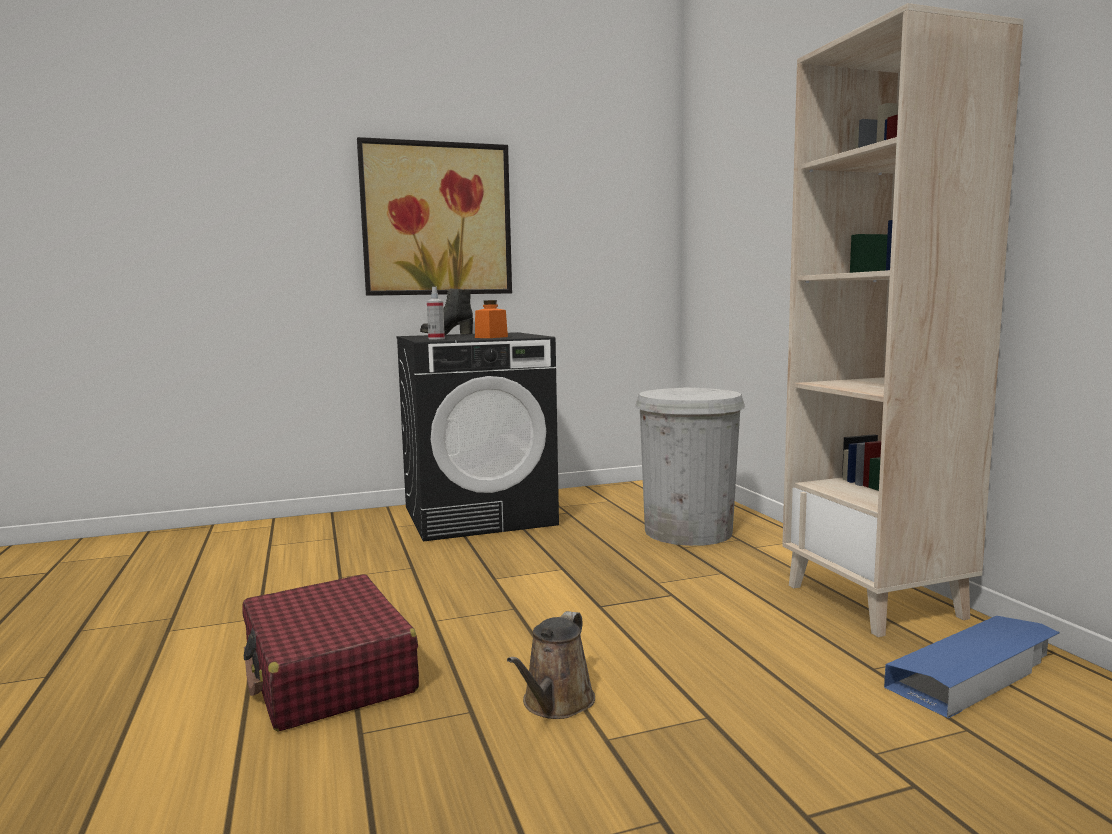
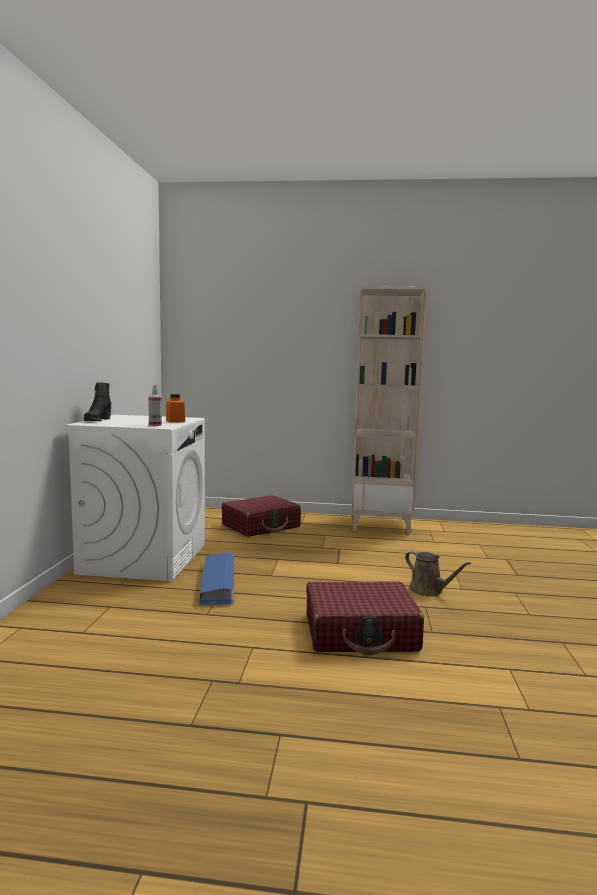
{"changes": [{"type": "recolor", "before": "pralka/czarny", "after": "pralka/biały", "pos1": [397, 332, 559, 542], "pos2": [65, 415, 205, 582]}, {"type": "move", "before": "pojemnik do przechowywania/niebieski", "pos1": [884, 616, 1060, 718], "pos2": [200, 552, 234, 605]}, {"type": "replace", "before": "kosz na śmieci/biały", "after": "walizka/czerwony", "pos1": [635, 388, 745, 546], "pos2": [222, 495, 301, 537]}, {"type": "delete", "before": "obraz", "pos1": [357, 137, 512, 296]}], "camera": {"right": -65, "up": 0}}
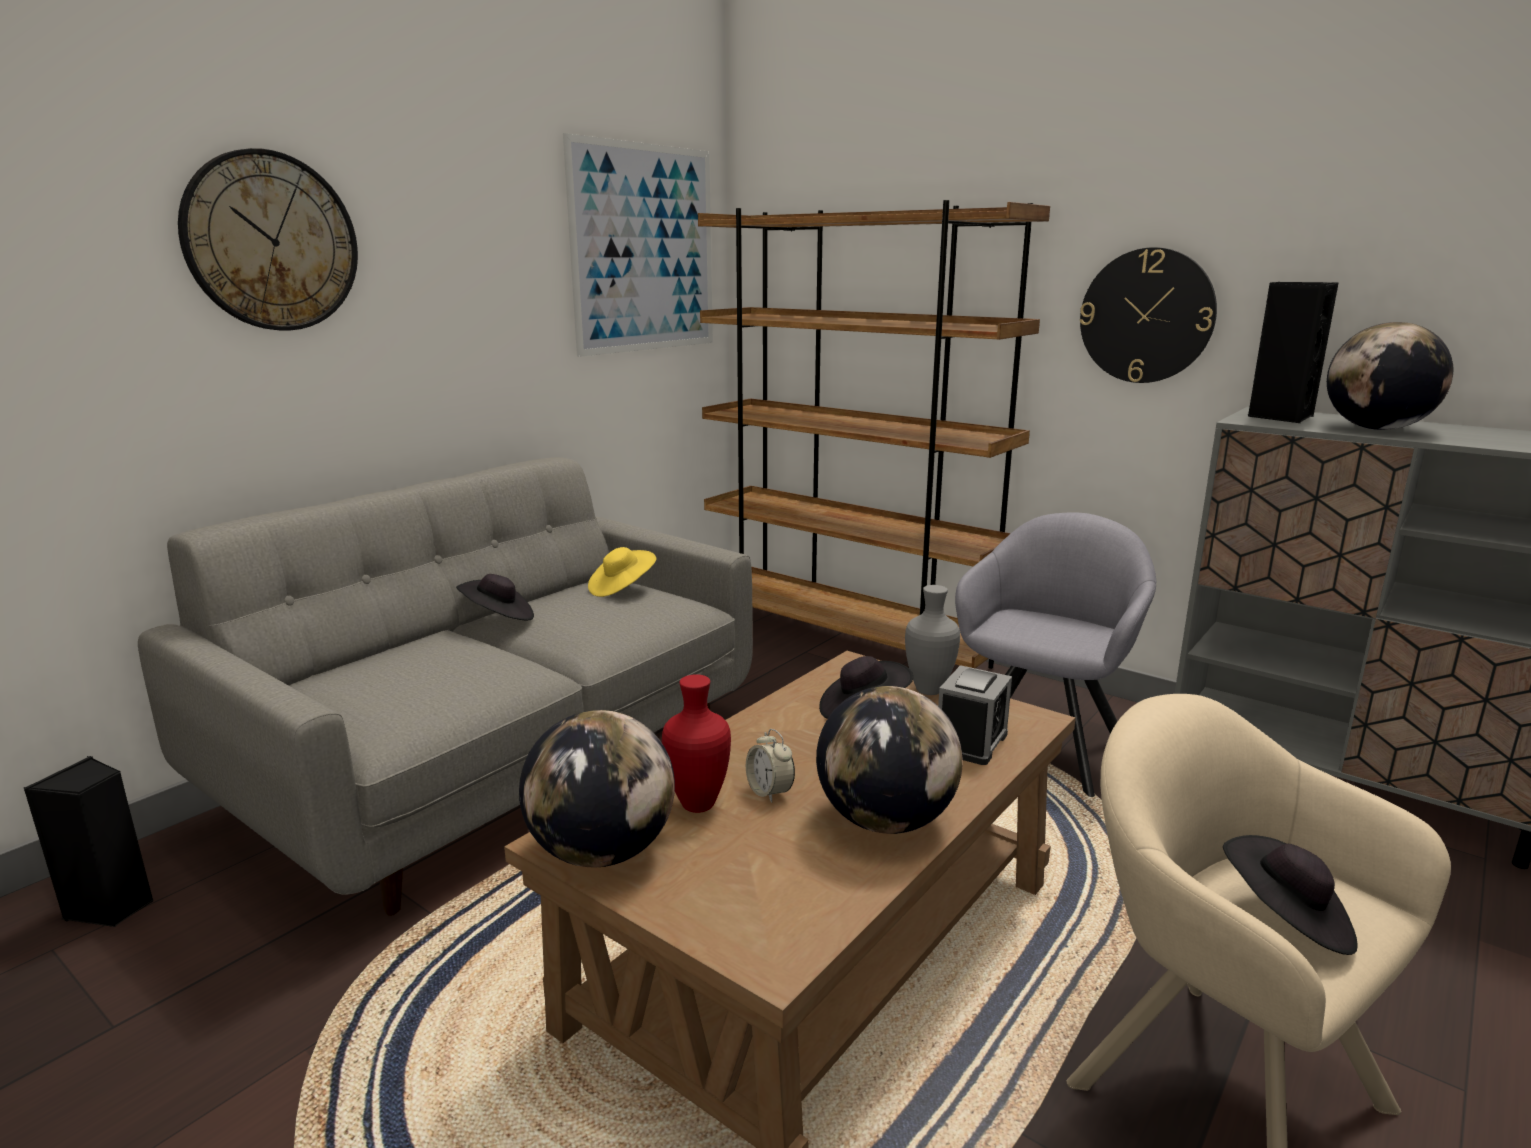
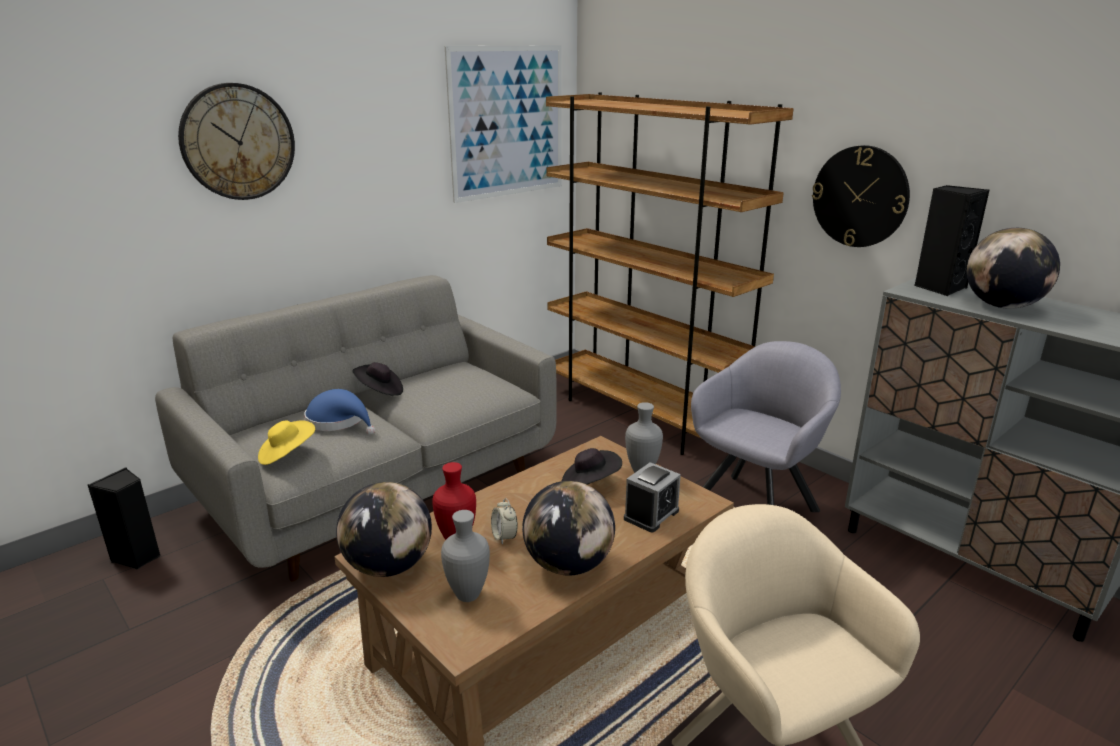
{"changes": [{"type": "move", "before": "kapelusz/żółty", "pos1": [588, 547, 657, 597], "pos2": [258, 420, 315, 465]}, {"type": "insert", "after": "kapelusz/niebieski", "pos2": [304, 389, 375, 434]}, {"type": "insert", "after": "wazon/szary", "pos2": [441, 510, 490, 602]}, {"type": "delete", "before": "kapelusz/czarny", "pos1": [1223, 835, 1357, 955]}], "camera": {"right": 10, "up": 5}}
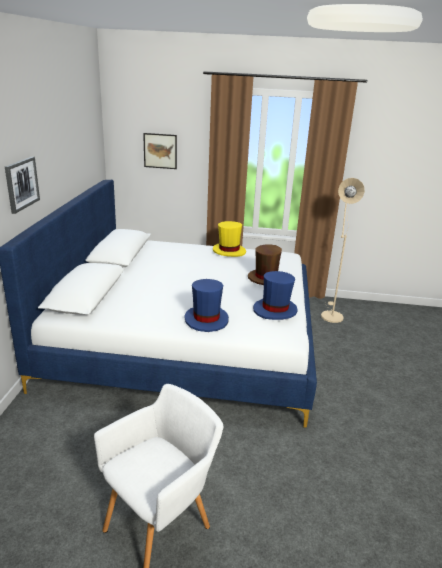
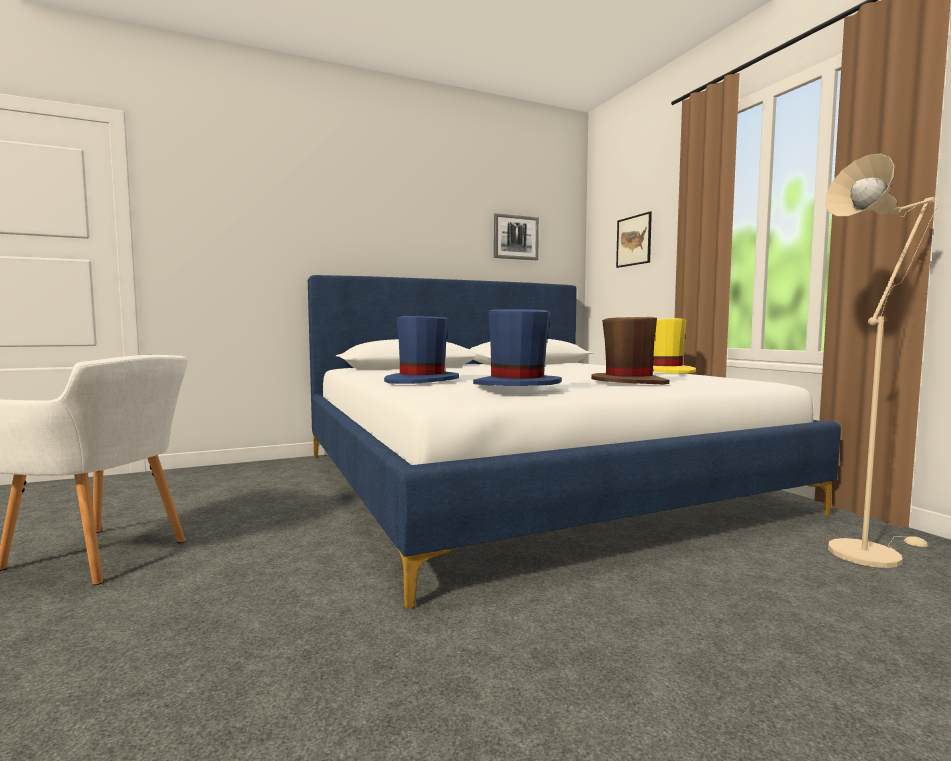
{"changes": [{"type": "move", "before": "obraz", "pos1": [5, 157, 40, 214], "pos2": [494, 213, 539, 260]}], "camera": {"right": 60, "up": -20}}
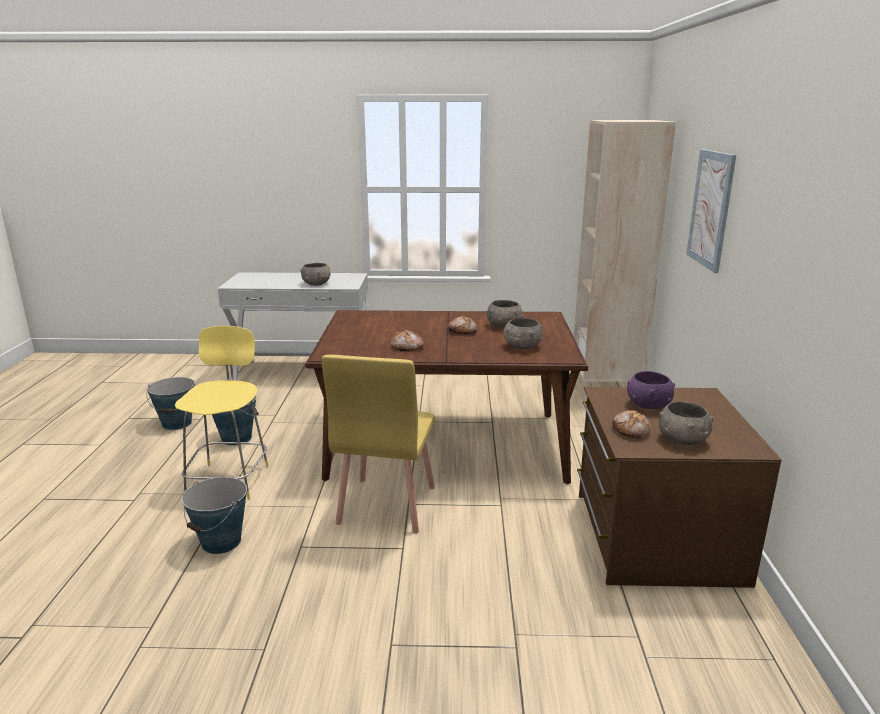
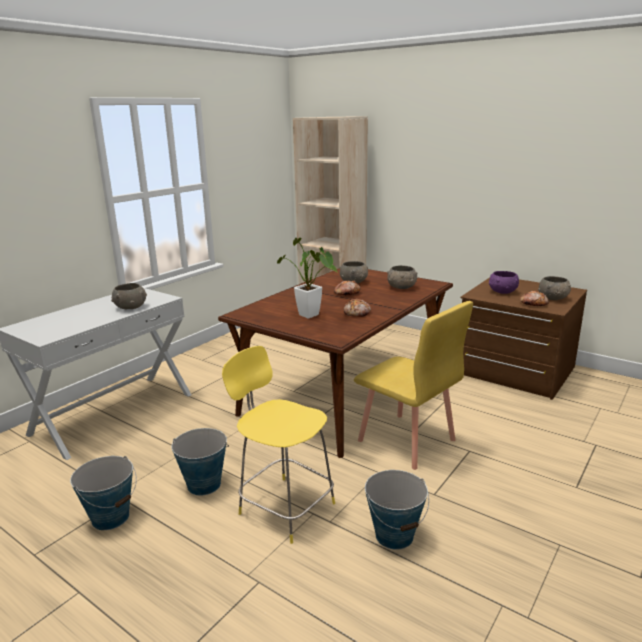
{"changes": [{"type": "insert", "after": "roślina doniczkowa", "pos2": [277, 238, 338, 318]}, {"type": "delete", "before": "obraz", "pos1": [686, 149, 736, 273]}], "camera": {"right": -55, "up": 0}}
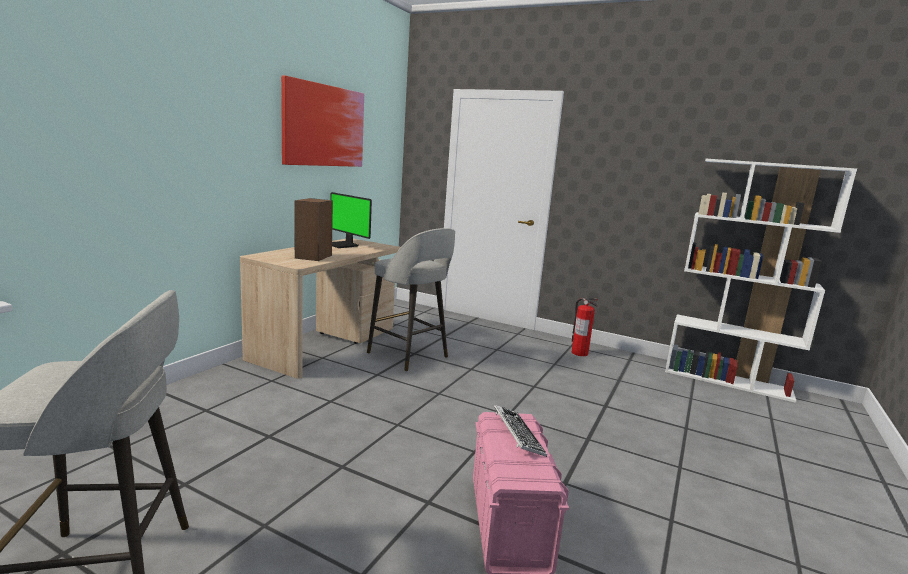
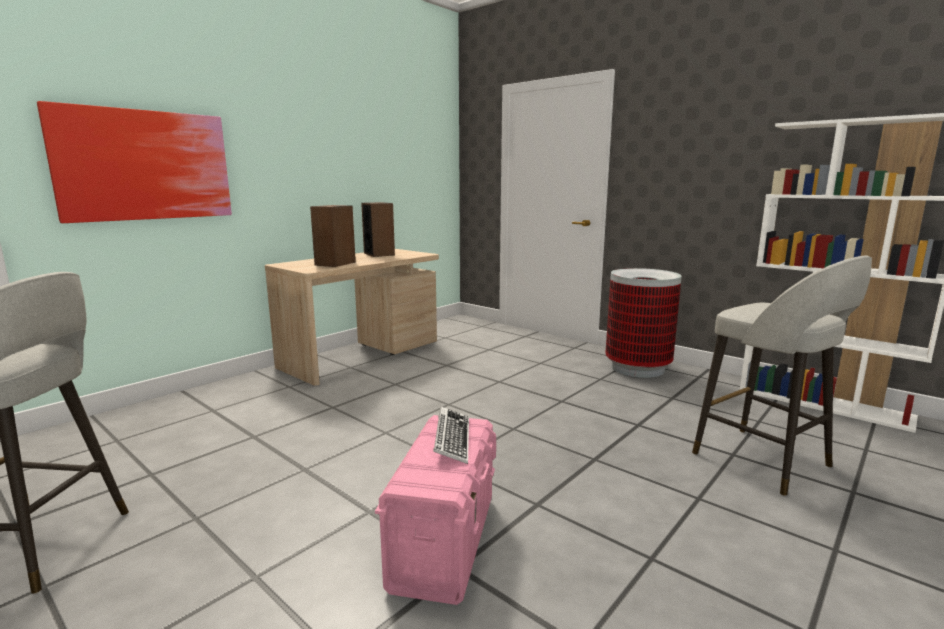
{"changes": [{"type": "move", "before": "obraz", "pos1": [281, 76, 364, 167], "pos2": [37, 101, 232, 223]}, {"type": "replace", "before": "monitor", "after": "głośnik", "pos1": [331, 192, 372, 248], "pos2": [361, 202, 395, 257]}, {"type": "replace", "before": "gaśnica", "after": "kosz na śmieci", "pos1": [572, 298, 598, 356], "pos2": [605, 268, 682, 378]}, {"type": "move", "before": "stołek/szary", "pos1": [367, 228, 455, 372], "pos2": [692, 255, 872, 496]}], "camera": {"right": 15, "up": 0}}
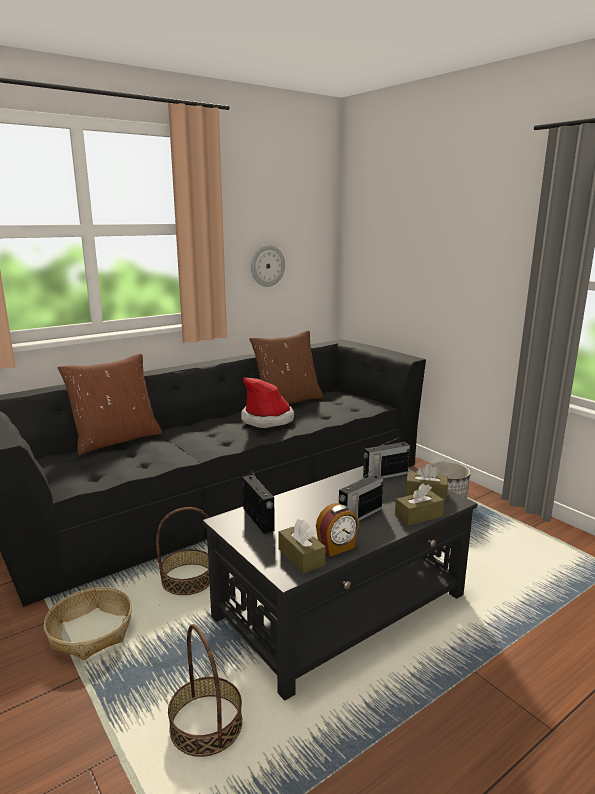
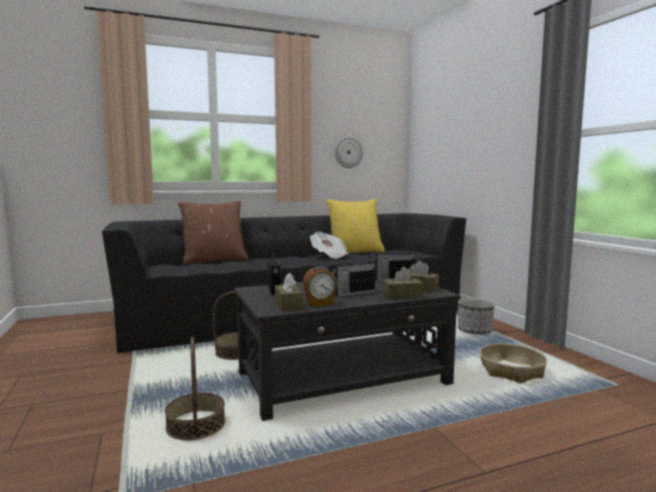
{"changes": [{"type": "replace", "before": "kapelusz", "after": "gazeta", "pos1": [241, 377, 294, 428], "pos2": [310, 232, 349, 259]}, {"type": "recolor", "before": "poduszka/brązowy", "after": "poduszka/żółty", "pos1": [249, 330, 323, 404], "pos2": [326, 199, 385, 253]}, {"type": "move", "before": "koszyk", "pos1": [44, 587, 132, 660], "pos2": [480, 344, 547, 383]}], "camera": {"right": 15, "up": -10}}
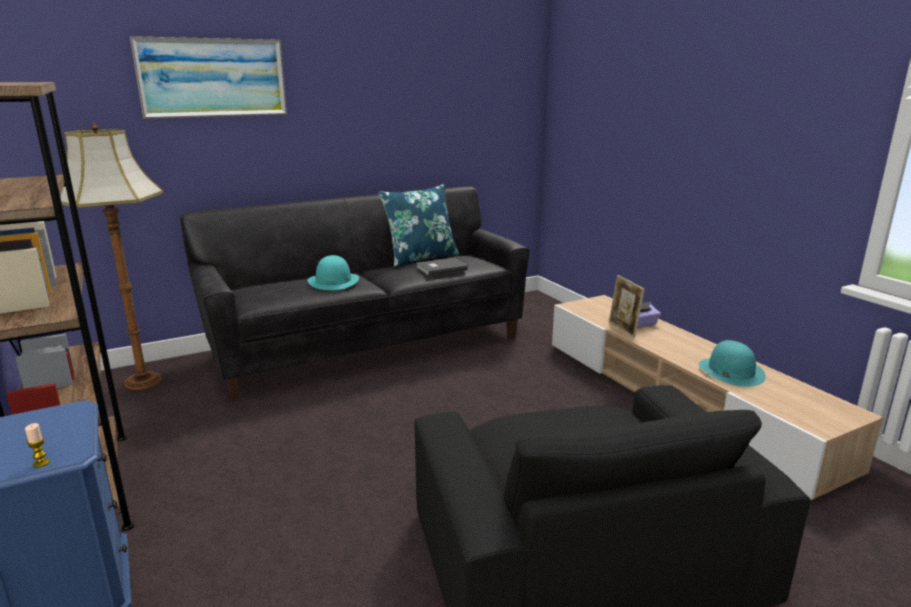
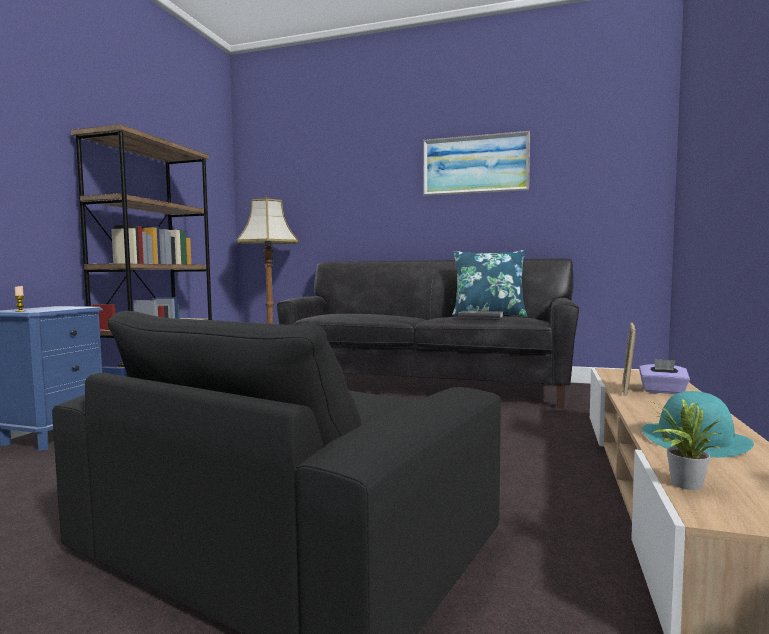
{"changes": [{"type": "move", "before": "obraz", "pos1": [130, 36, 287, 119], "pos2": [423, 131, 530, 196]}, {"type": "insert", "after": "roślina doniczkowa", "pos2": [649, 399, 727, 490]}, {"type": "delete", "before": "kapelusz/turkusowy", "pos1": [307, 255, 359, 290]}], "camera": {"right": 45, "up": -15}}
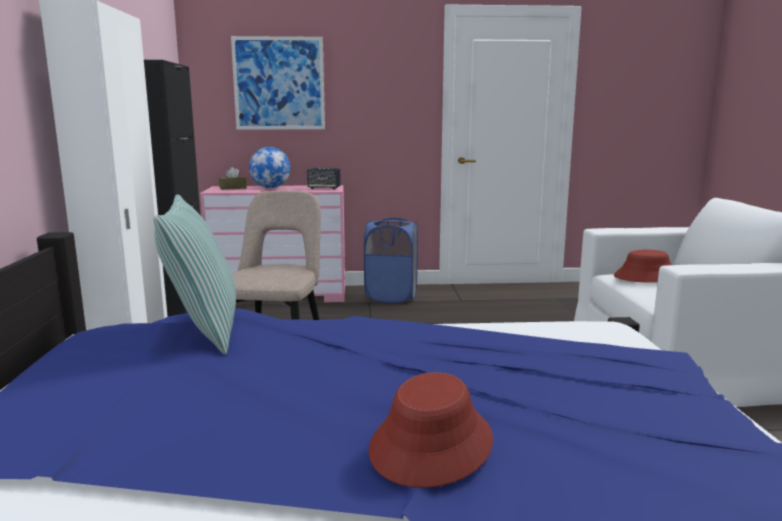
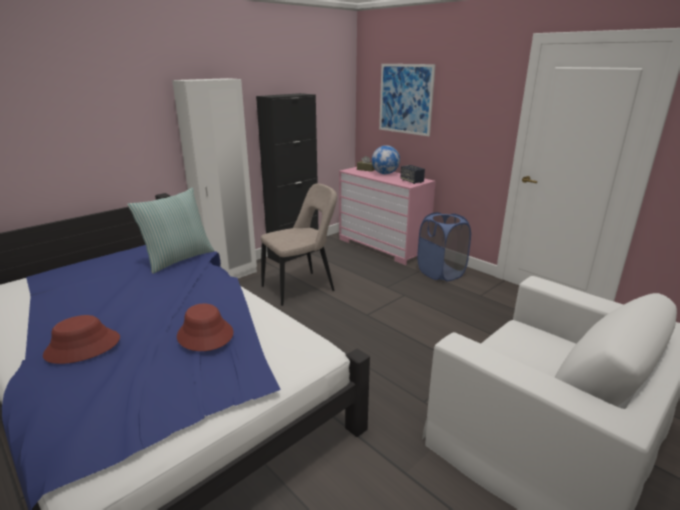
{"changes": [{"type": "move", "before": "kapelusz/czerwony", "pos1": [614, 250, 672, 283], "pos2": [177, 304, 233, 351]}], "camera": {"right": 50, "up": 10}}
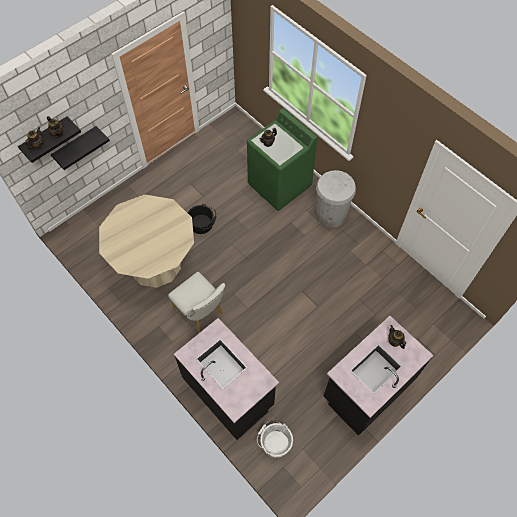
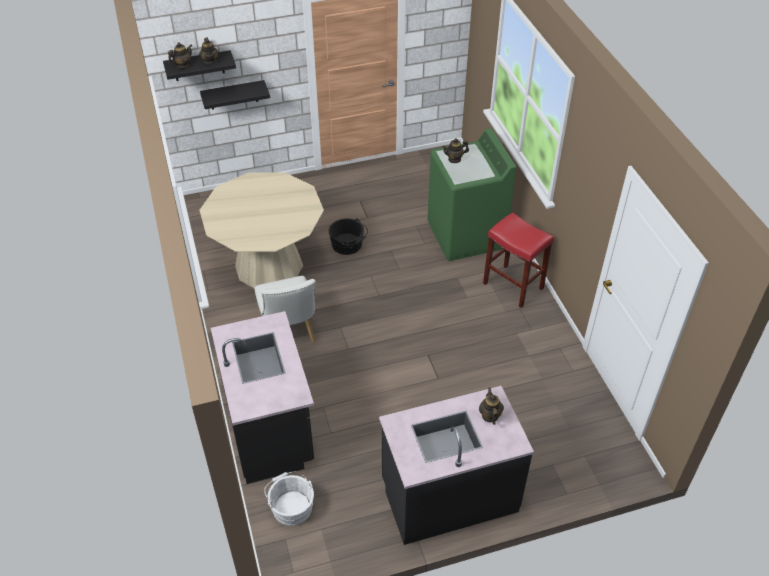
{"changes": [{"type": "replace", "before": "kosz na śmieci/biały", "after": "stołek/czerwony", "pos1": [316, 170, 356, 228], "pos2": [483, 212, 554, 308]}], "camera": {"right": 25, "up": -15}}
